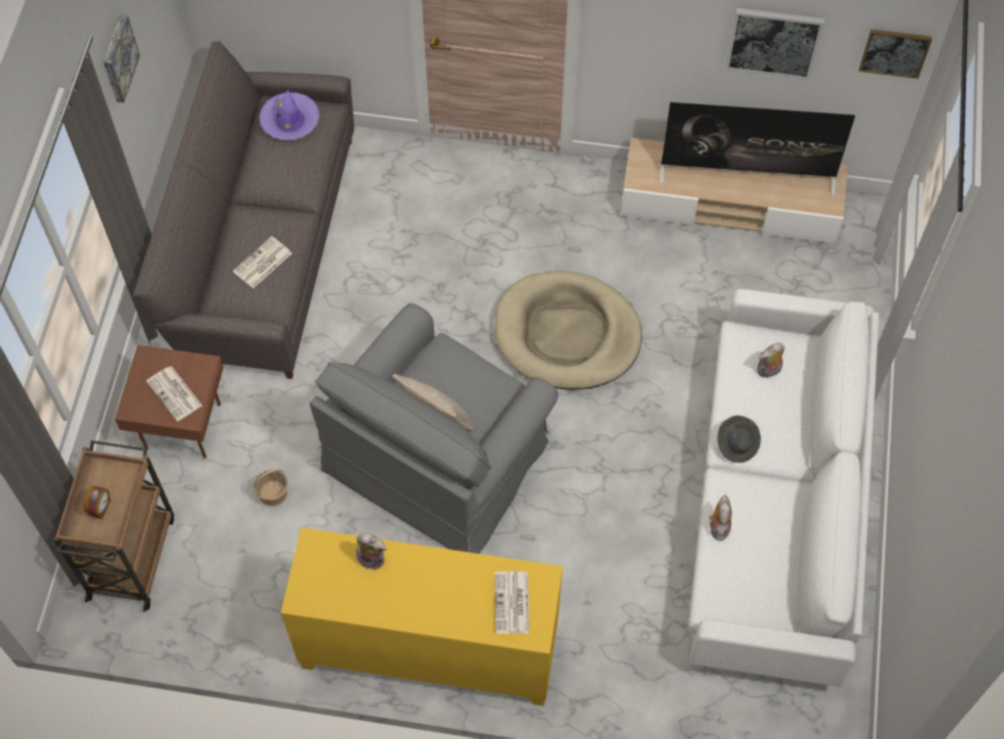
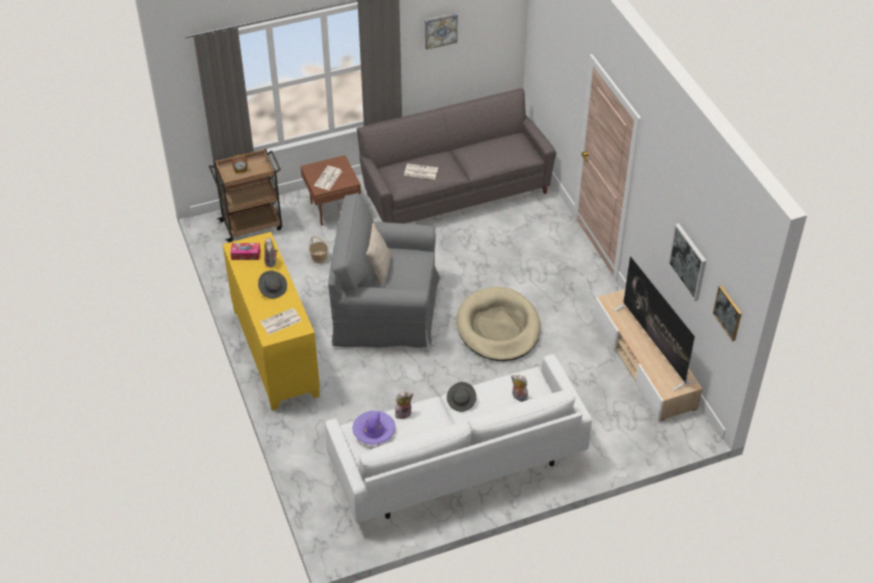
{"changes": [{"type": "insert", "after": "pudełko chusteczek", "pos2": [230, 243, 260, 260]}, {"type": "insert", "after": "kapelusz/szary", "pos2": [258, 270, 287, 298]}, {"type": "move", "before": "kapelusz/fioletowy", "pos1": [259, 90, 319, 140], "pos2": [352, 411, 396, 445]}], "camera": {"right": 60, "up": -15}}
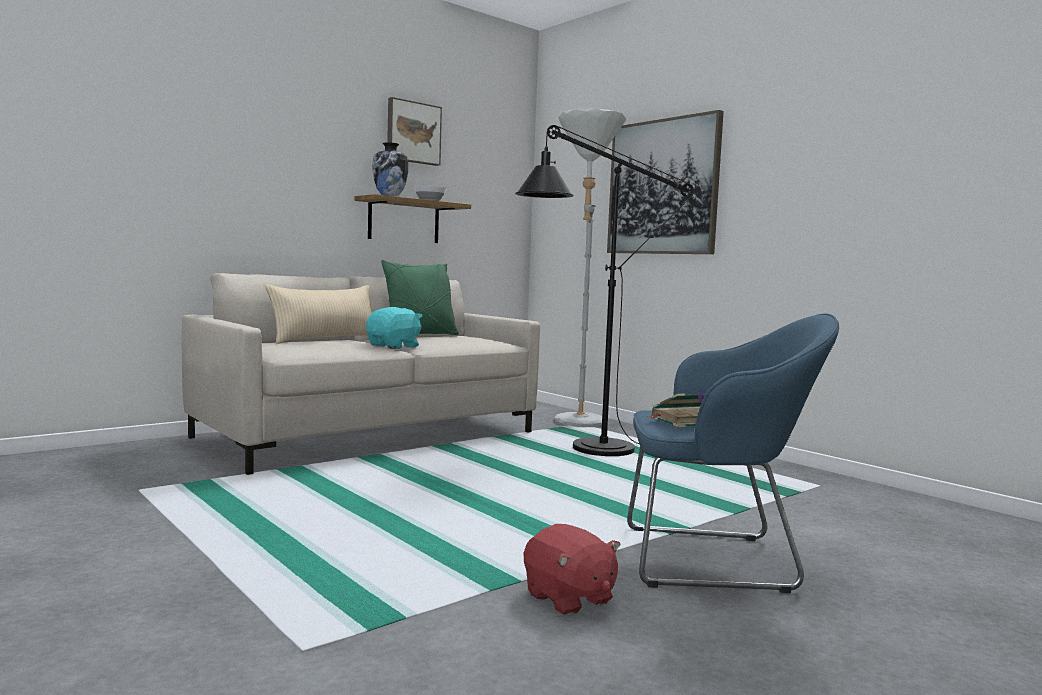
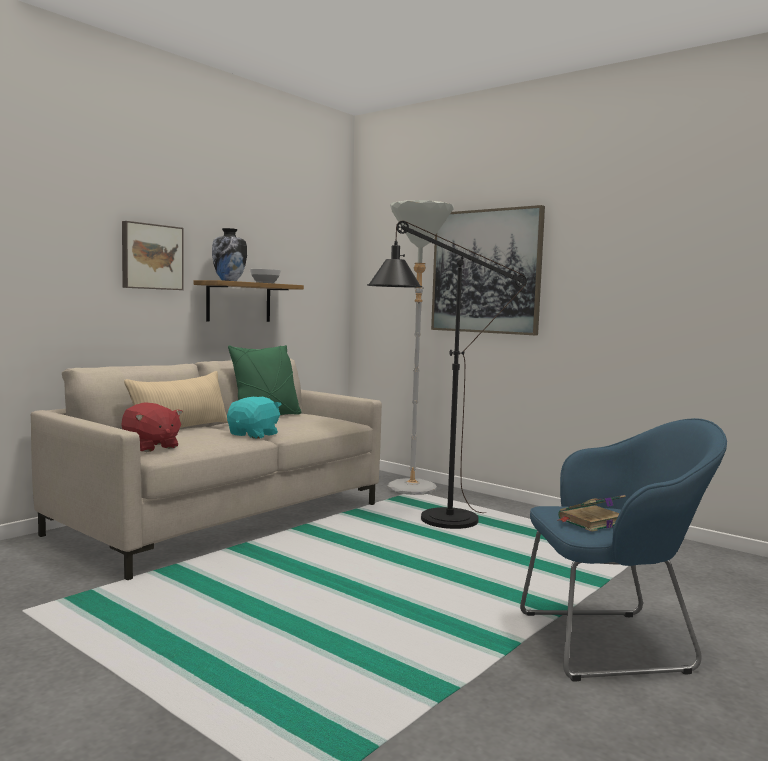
{"changes": [{"type": "move", "before": "pluszak/czerwony", "pos1": [524, 524, 621, 616], "pos2": [121, 402, 183, 452]}, {"type": "move", "before": "obraz", "pos1": [387, 97, 442, 166], "pos2": [122, 221, 184, 290]}], "camera": {"right": -10, "up": 0}}
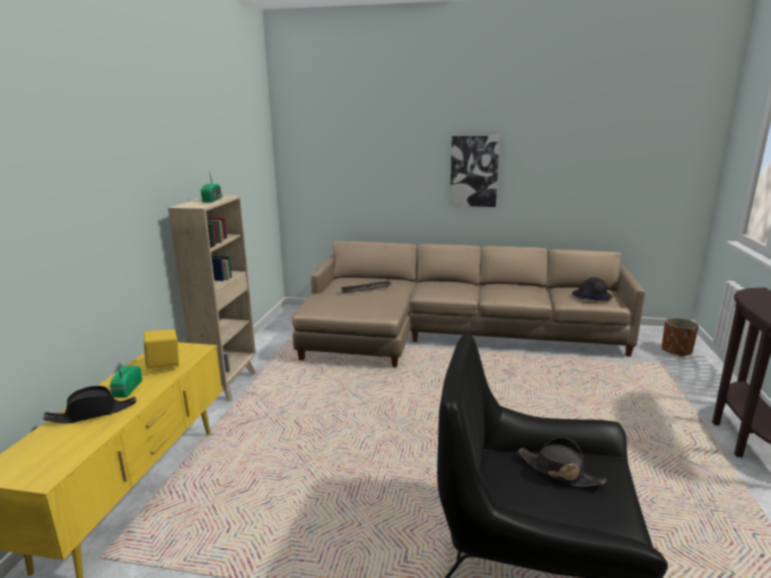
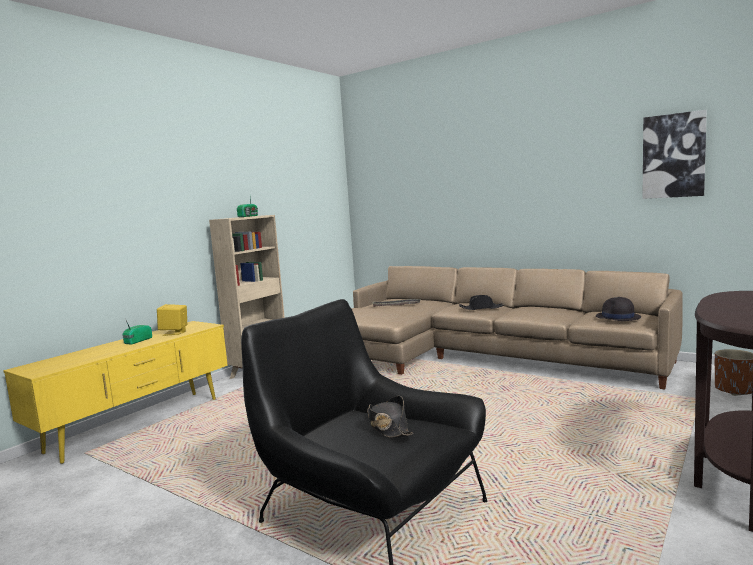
{"changes": [{"type": "move", "before": "kapelusz/czarny", "pos1": [43, 386, 137, 424], "pos2": [459, 295, 504, 310]}, {"type": "move", "before": "obraz", "pos1": [450, 136, 500, 207], "pos2": [642, 110, 707, 199]}], "camera": {"right": 25, "up": -10}}
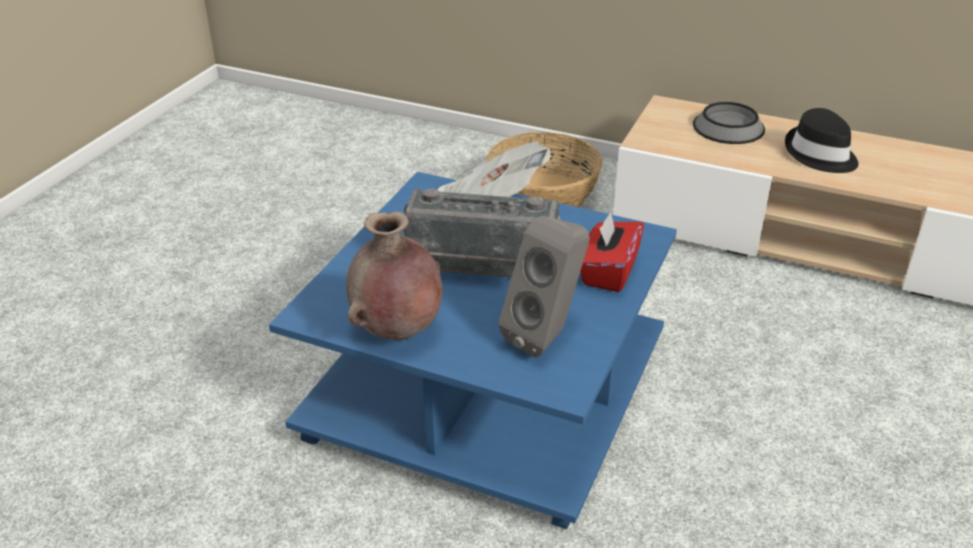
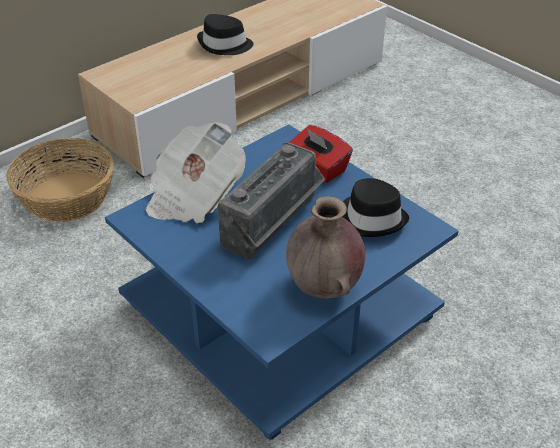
{"changes": [{"type": "replace", "before": "głośnik/szary", "after": "kapelusz/czarny", "pos1": [499, 216, 590, 357], "pos2": [342, 178, 409, 237]}, {"type": "delete", "before": "miska", "pos1": [693, 102, 765, 144]}], "camera": {"right": -65, "up": 5}}
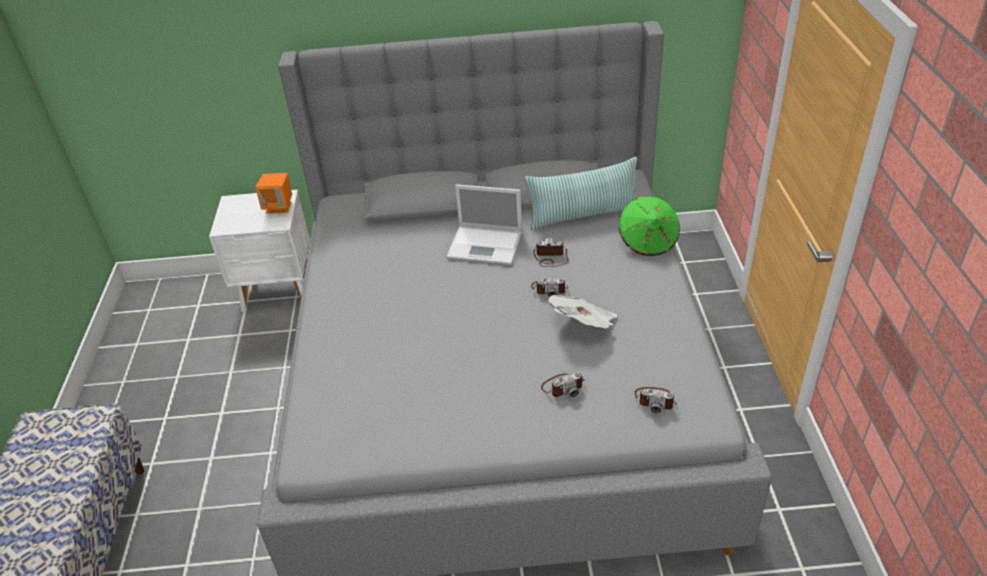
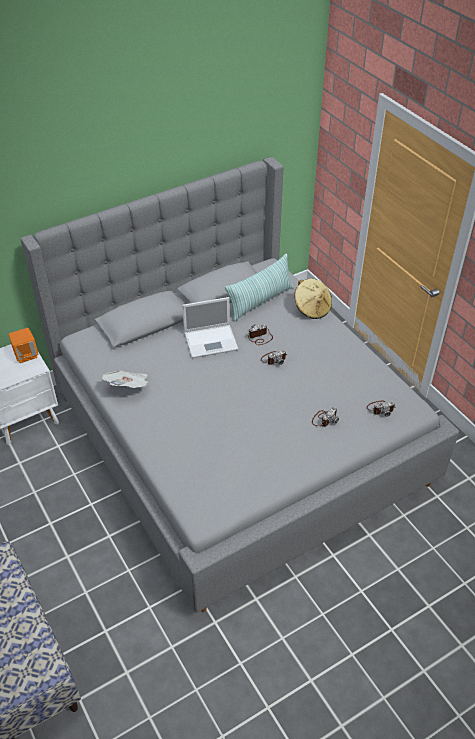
{"changes": [{"type": "move", "before": "gazeta", "pos1": [548, 295, 618, 329], "pos2": [102, 370, 148, 388]}, {"type": "recolor", "before": "kapelusz/zielony", "after": "kapelusz/beżowy", "pos1": [619, 196, 680, 256], "pos2": [295, 278, 332, 319]}], "camera": {"right": -30, "up": 5}}
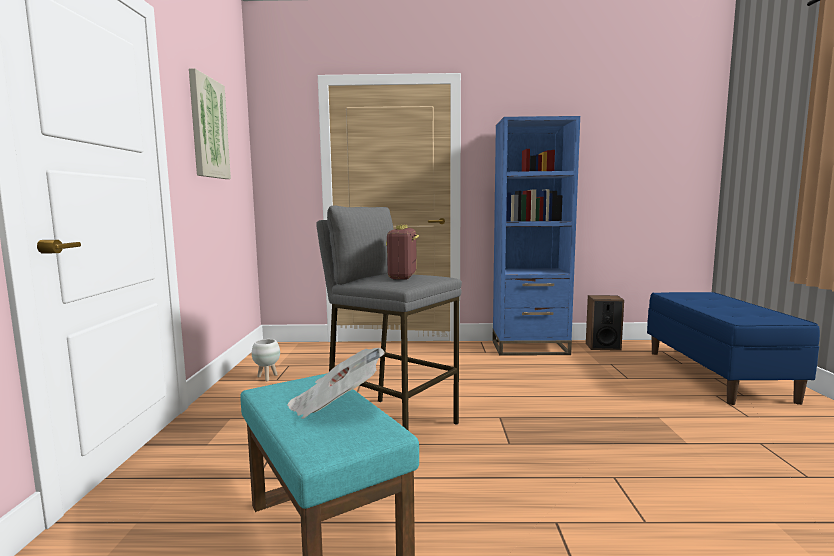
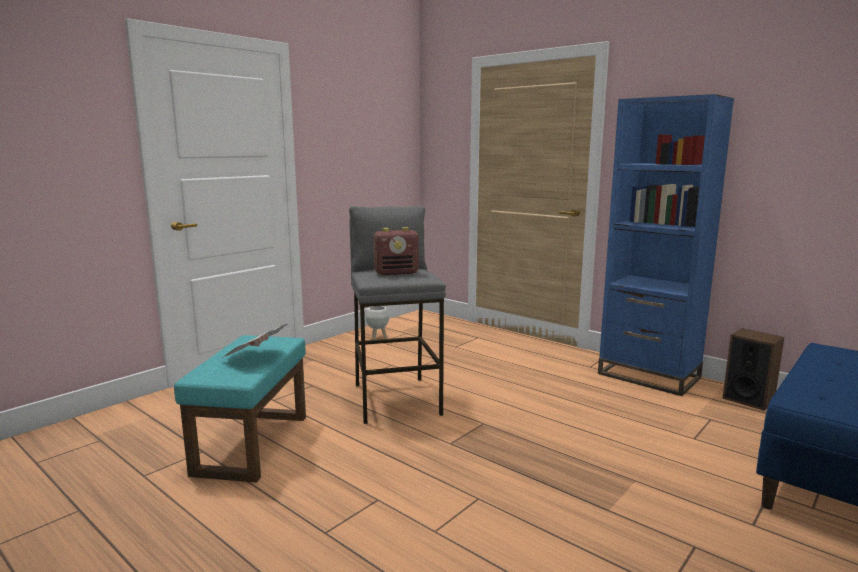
{"changes": [{"type": "rotate", "before": "radio", "pos1": [386, 224, 419, 279], "pos2": [374, 227, 419, 275], "turn": -150}, {"type": "delete", "before": "obraz", "pos1": [189, 68, 231, 179]}], "camera": {"right": 40, "up": 5}}
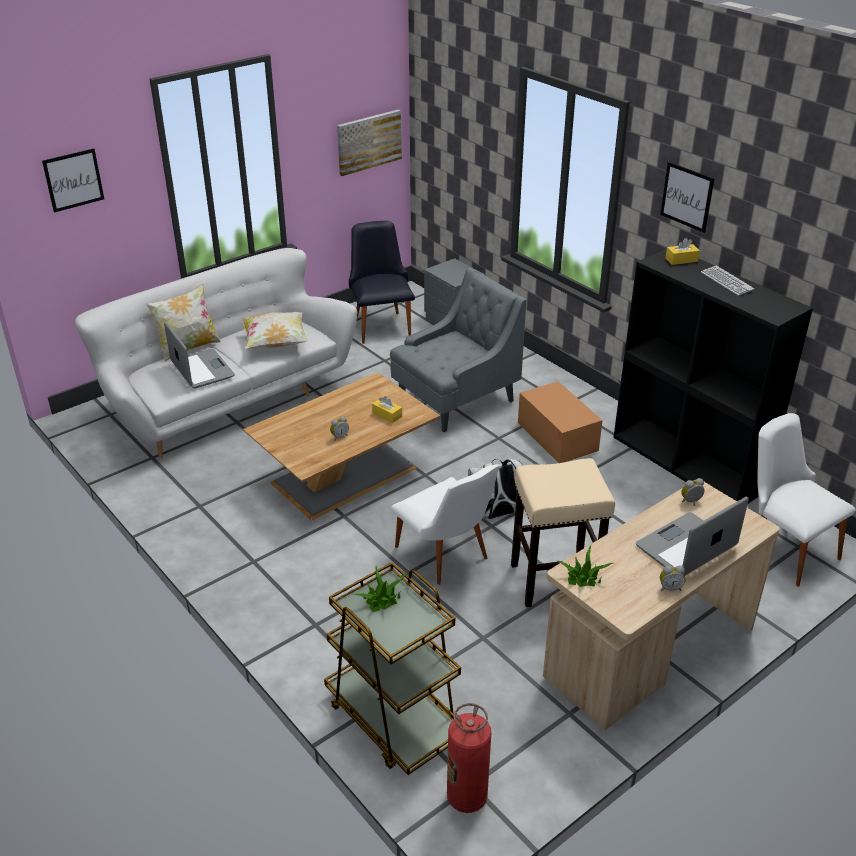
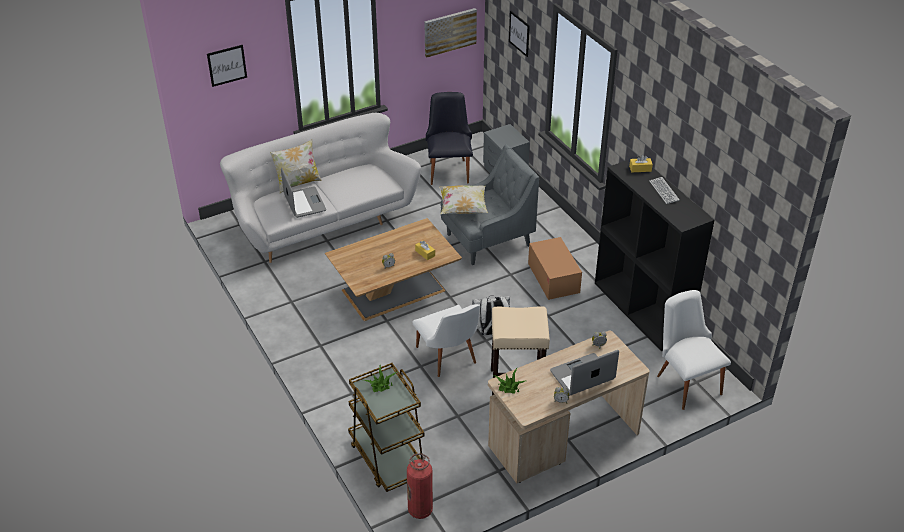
{"changes": [{"type": "move", "before": "poduszka", "pos1": [241, 312, 308, 349], "pos2": [439, 185, 488, 214]}, {"type": "move", "before": "obraz", "pos1": [660, 162, 714, 233], "pos2": [509, 11, 530, 57]}], "camera": {"right": 10, "up": 5}}
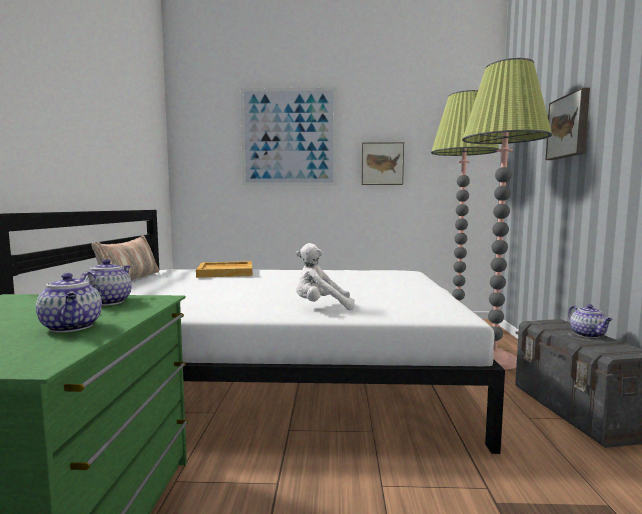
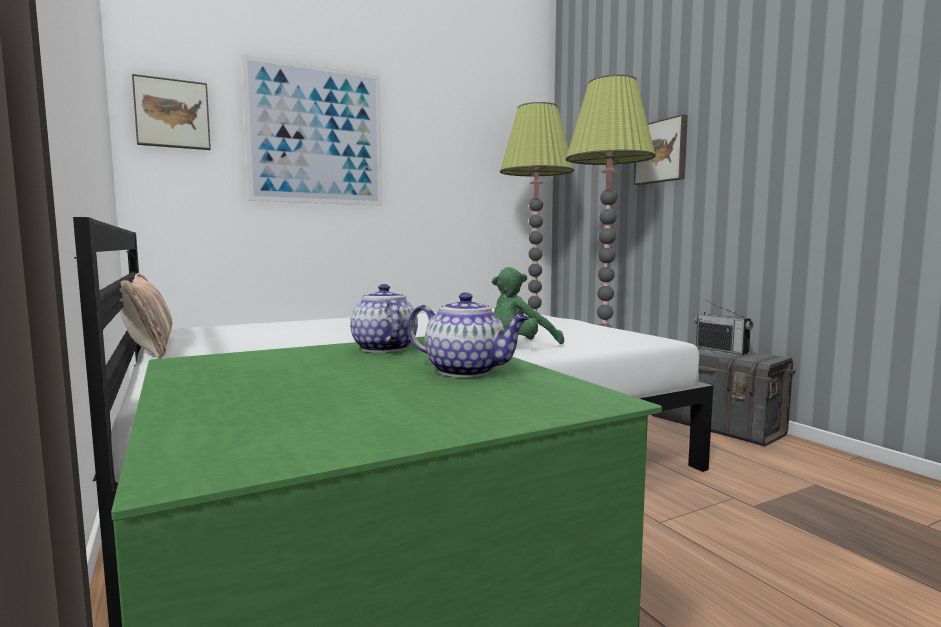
{"changes": [{"type": "move", "before": "obraz", "pos1": [361, 142, 404, 185], "pos2": [132, 74, 211, 150]}, {"type": "recolor", "before": "pluszak/biały", "after": "pluszak/zielony", "pos1": [296, 243, 355, 310], "pos2": [492, 267, 564, 344]}, {"type": "replace", "before": "imbryk", "after": "radio", "pos1": [568, 304, 613, 338], "pos2": [694, 300, 753, 355]}, {"type": "delete", "before": "taca/beżowy", "pos1": [196, 261, 253, 278]}], "camera": {"right": -30, "up": 0}}
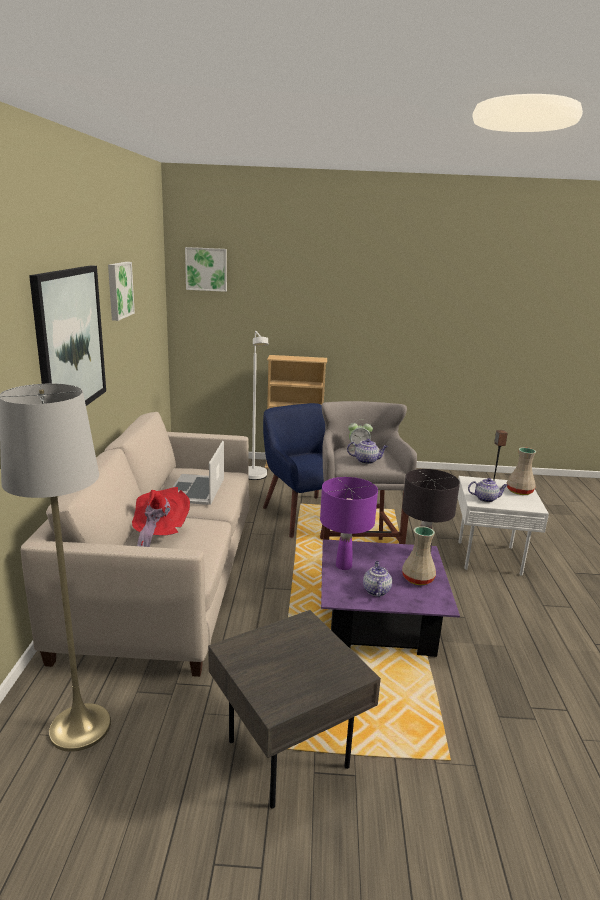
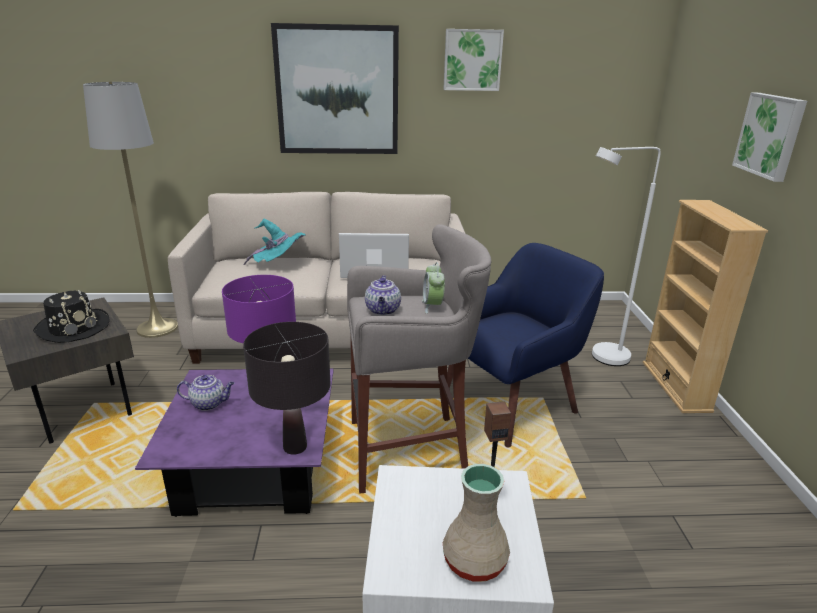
{"changes": [{"type": "insert", "after": "kapelusz/czarny", "pos2": [33, 290, 110, 343]}, {"type": "recolor", "before": "kapelusz/czerwony", "after": "kapelusz/turkusowy", "pos1": [132, 487, 190, 547], "pos2": [243, 219, 306, 265]}, {"type": "move", "before": "obraz", "pos1": [185, 247, 227, 292], "pos2": [732, 93, 807, 182]}, {"type": "delete", "before": "wazon/beżowy", "pos1": [402, 526, 436, 585]}, {"type": "delete", "before": "imbryk", "pos1": [468, 478, 508, 502]}], "camera": {"right": 85, "up": 5}}
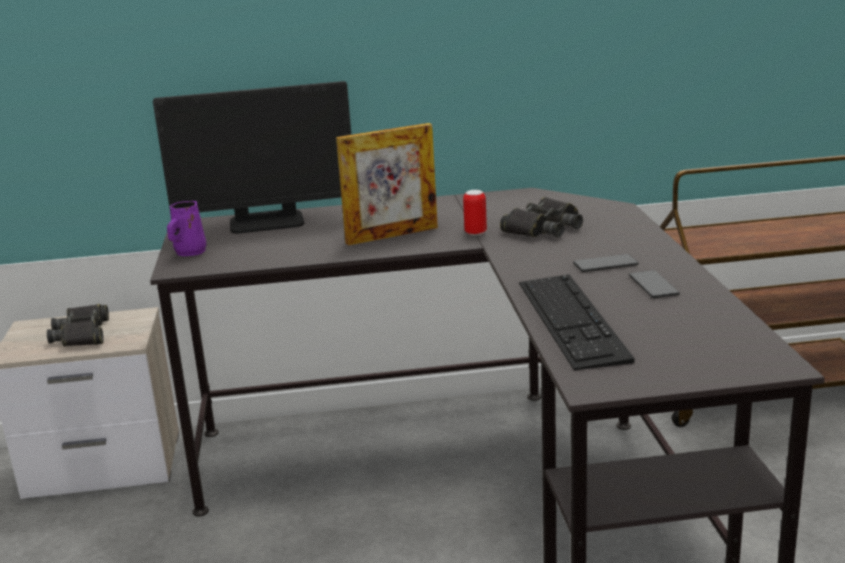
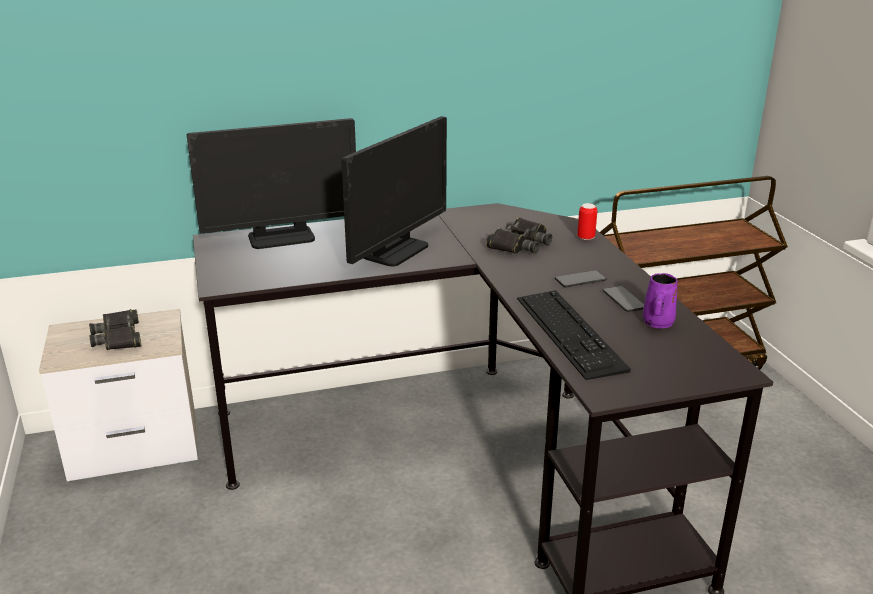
{"changes": [{"type": "replace", "before": "ramka na zdjęcie", "after": "monitor", "pos1": [336, 123, 438, 245], "pos2": [341, 116, 447, 267]}, {"type": "move", "before": "puszka", "pos1": [463, 190, 487, 236], "pos2": [577, 203, 597, 240]}, {"type": "move", "before": "kubek/fioletowy", "pos1": [167, 201, 206, 256], "pos2": [643, 273, 678, 329]}], "camera": {"right": -10, "up": 5}}
